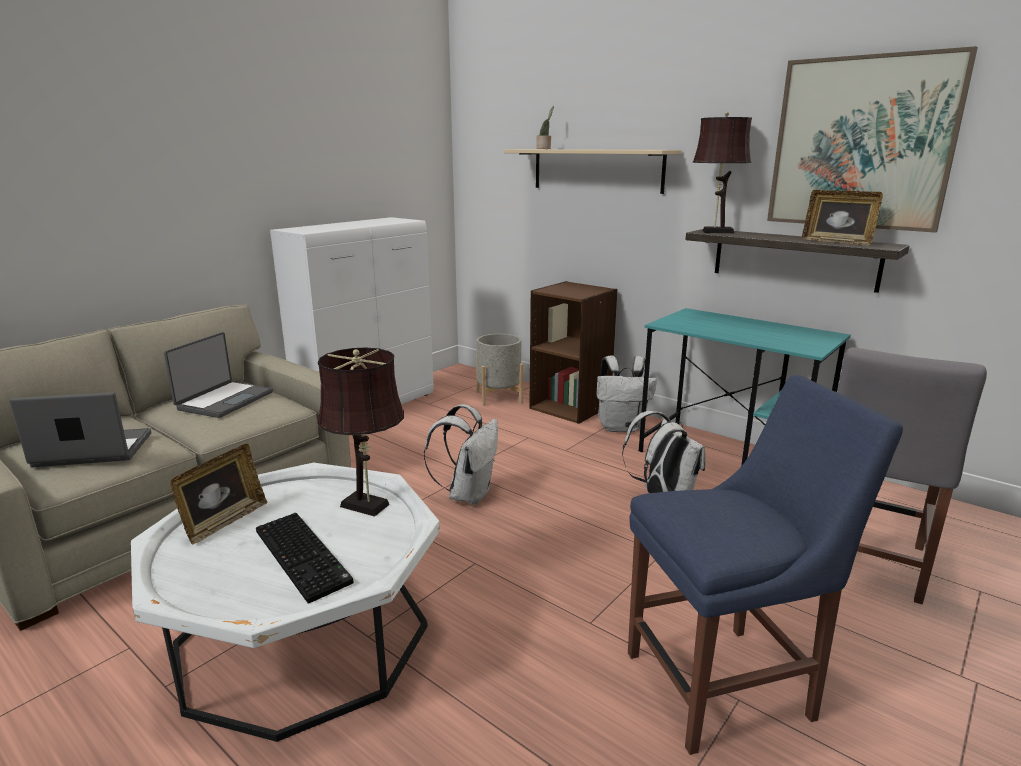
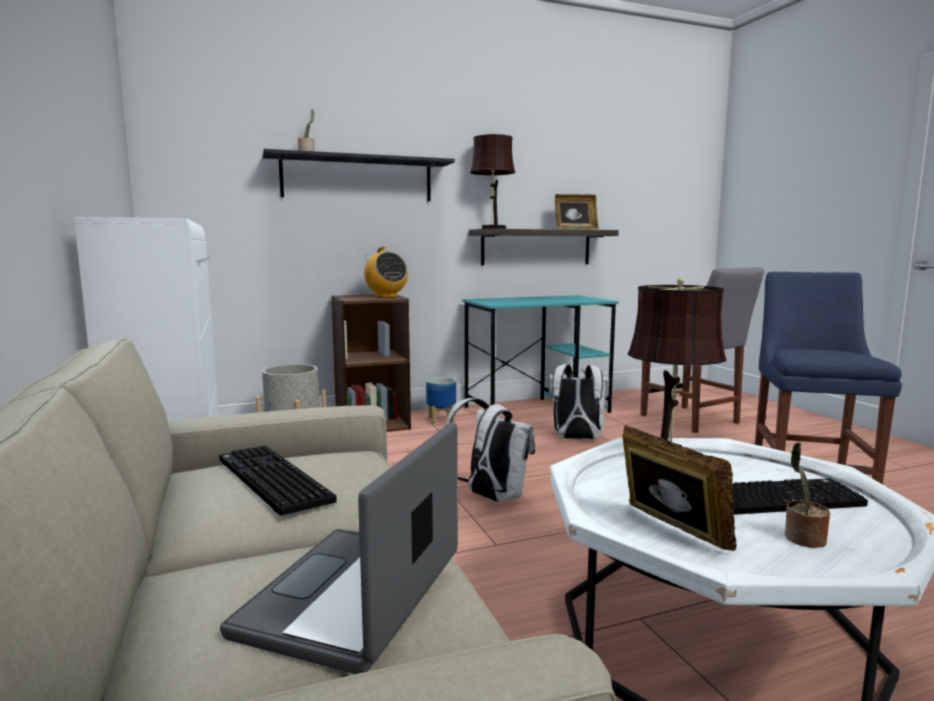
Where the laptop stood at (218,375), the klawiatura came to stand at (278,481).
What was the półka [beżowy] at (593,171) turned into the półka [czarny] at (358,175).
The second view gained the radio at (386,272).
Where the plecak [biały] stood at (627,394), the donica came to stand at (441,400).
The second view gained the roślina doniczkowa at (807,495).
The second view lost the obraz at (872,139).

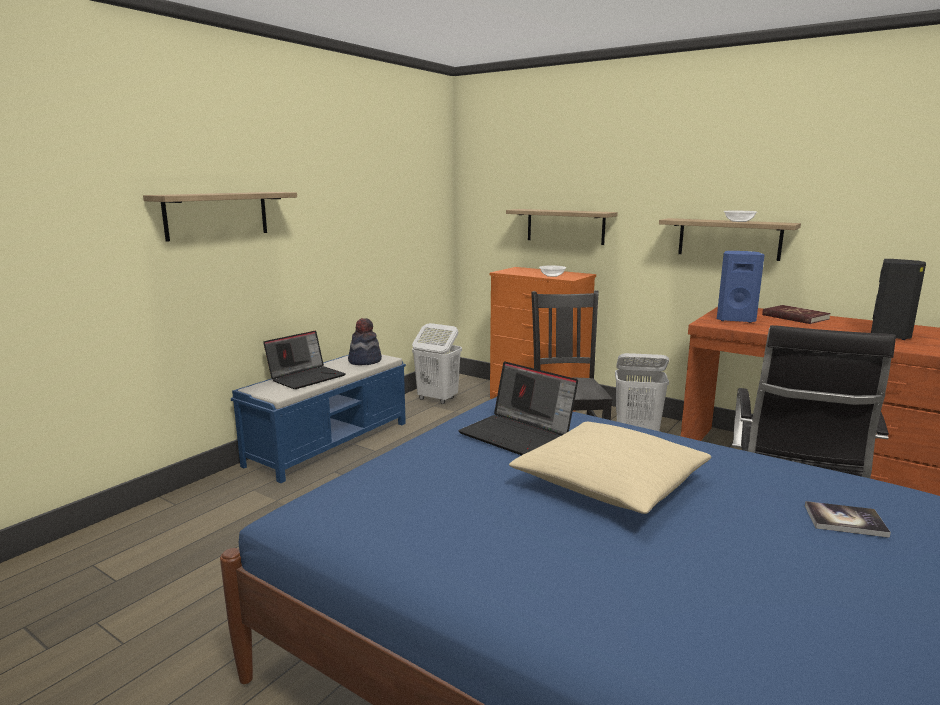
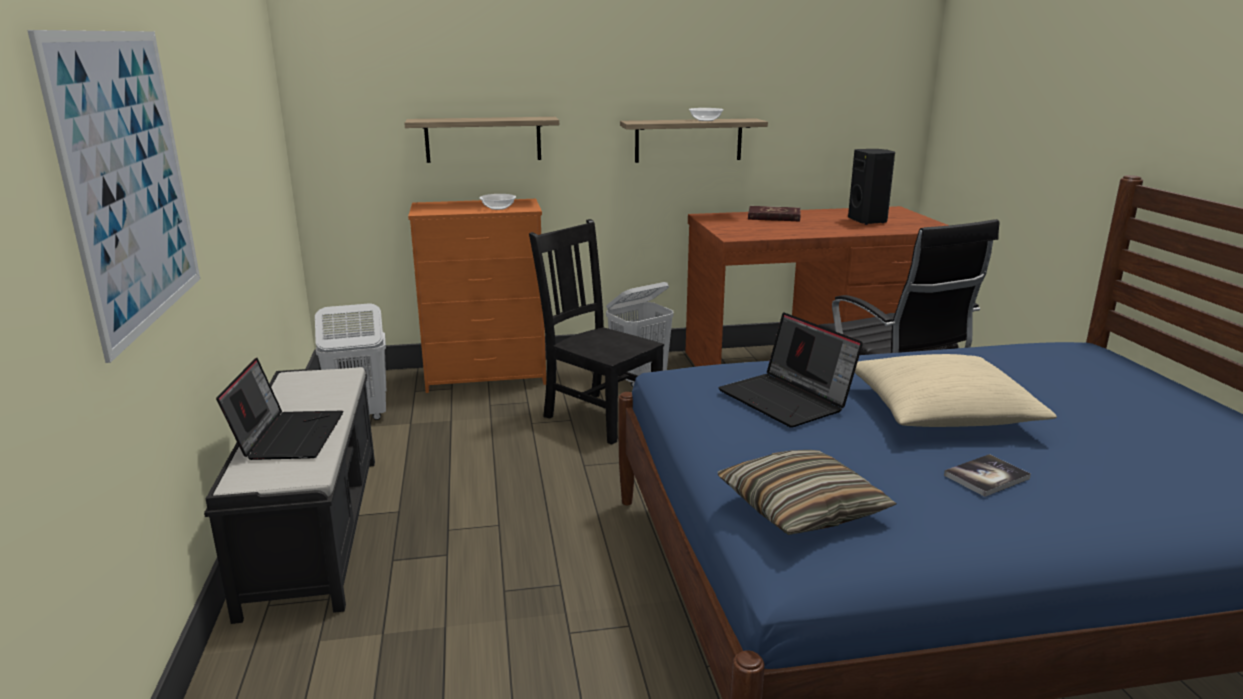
Where the półka hung at (220,217), the obraz came to hang at (113,196).
What was the ławka [niebieski] at (318,418) turned into the ławka [czarny] at (289,495).
The laptop at (518,408) ended up facing another way, 60 degrees clockwise from before.
The second view gained the poduszka at (807,492).
The książka ended up elsewhere, having gone from (848,519) to (987,475).
The second view lost the kapelusz at (365,341).
The second view lost the głośnik [niebieski] at (741,287).

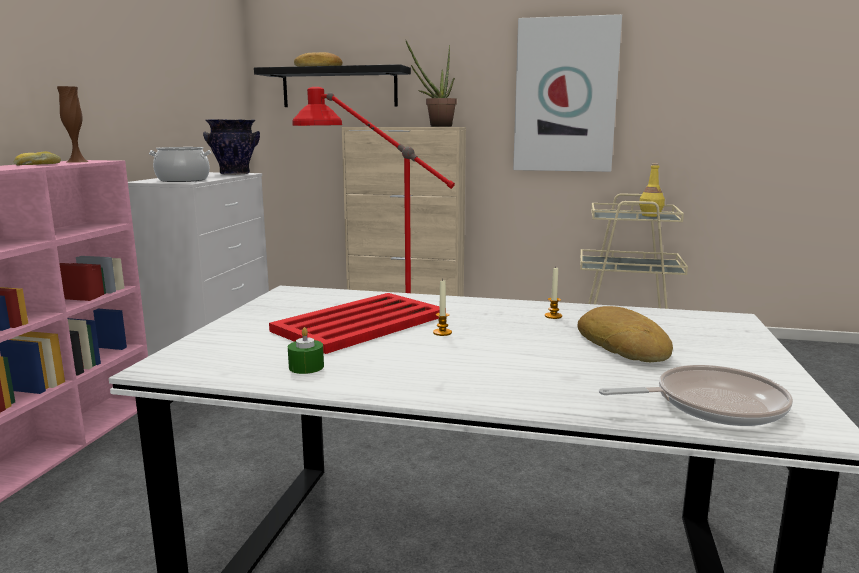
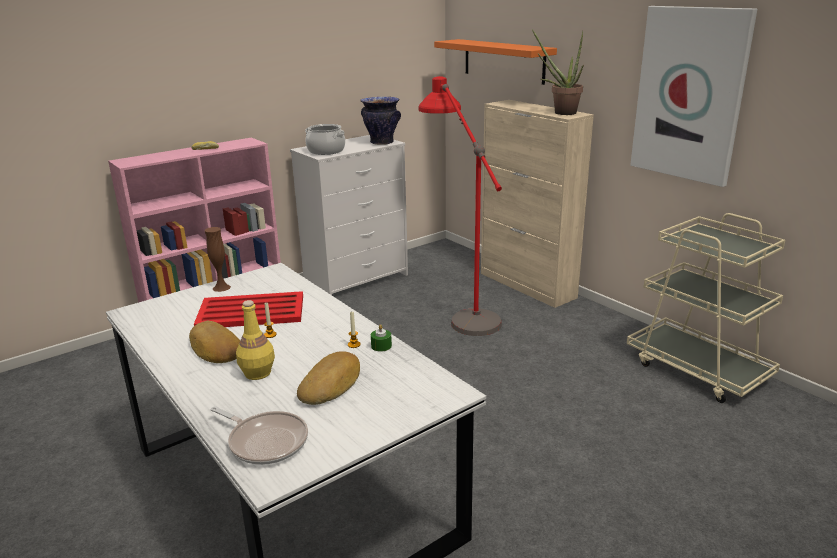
The chleb ended up elsewhere, having gone from (318,59) to (214,342).
The wazon [brązowy] ended up elsewhere, having gone from (73,124) to (218,259).
The butelka [żółty] ended up elsewhere, having gone from (652,190) to (255,340).
The świeca [zielony] ended up elsewhere, having gone from (306,350) to (381,338).
What was the półka [czarny] at (332,85) turned into the półka [pomarańczowy] at (495,62).

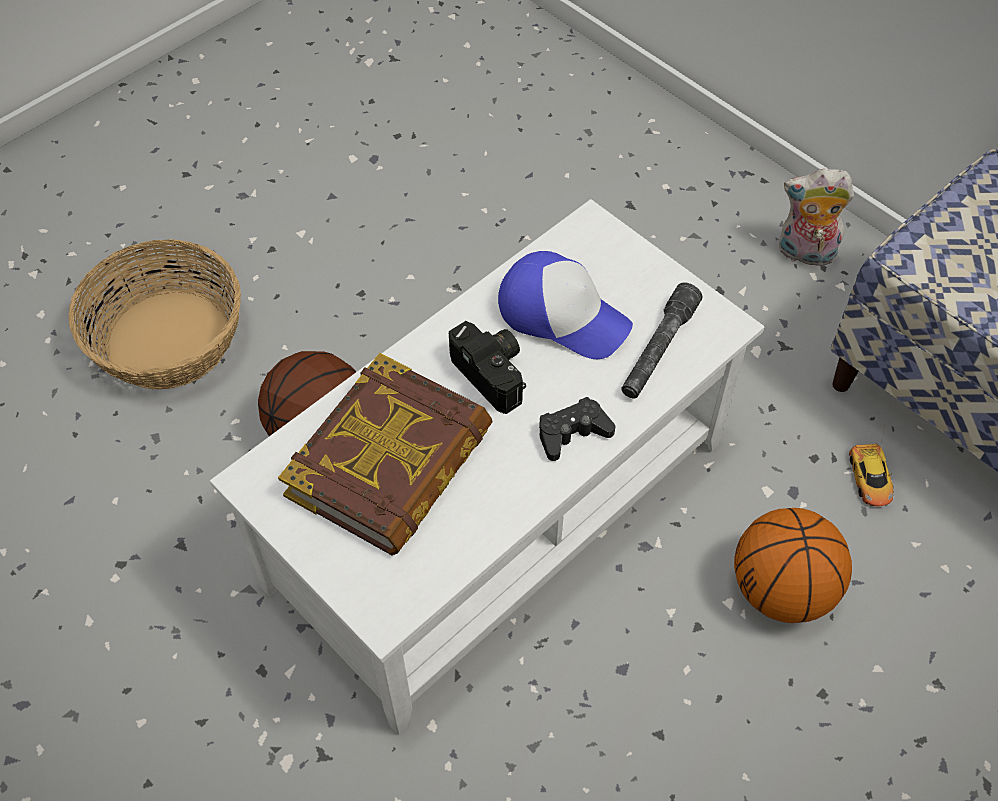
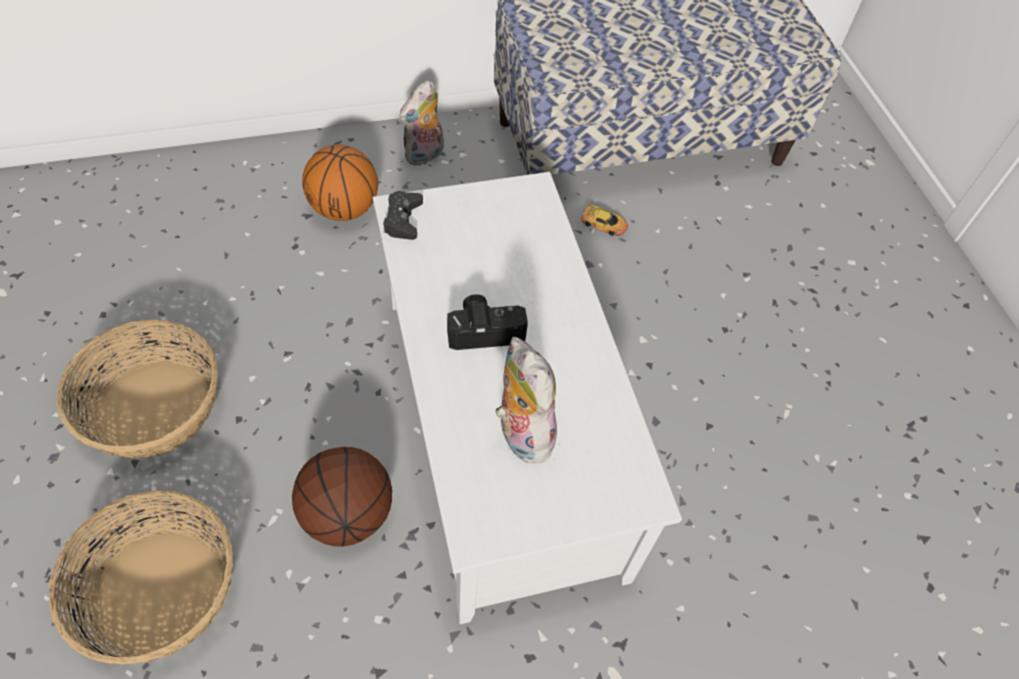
The second view gained the koszyk at (137,389).
The piłka do koszykówki ended up elsewhere, having gone from (793,565) to (340,182).
The pad do gier [czarny] ended up elsewhere, having gone from (577,429) to (403,215).
Where the książka stood at (385,454), the pluszak came to stand at (526,400).
The second view lost the czapka z daszkiem at (565,305).
The second view lost the latarka [szary] at (661,340).

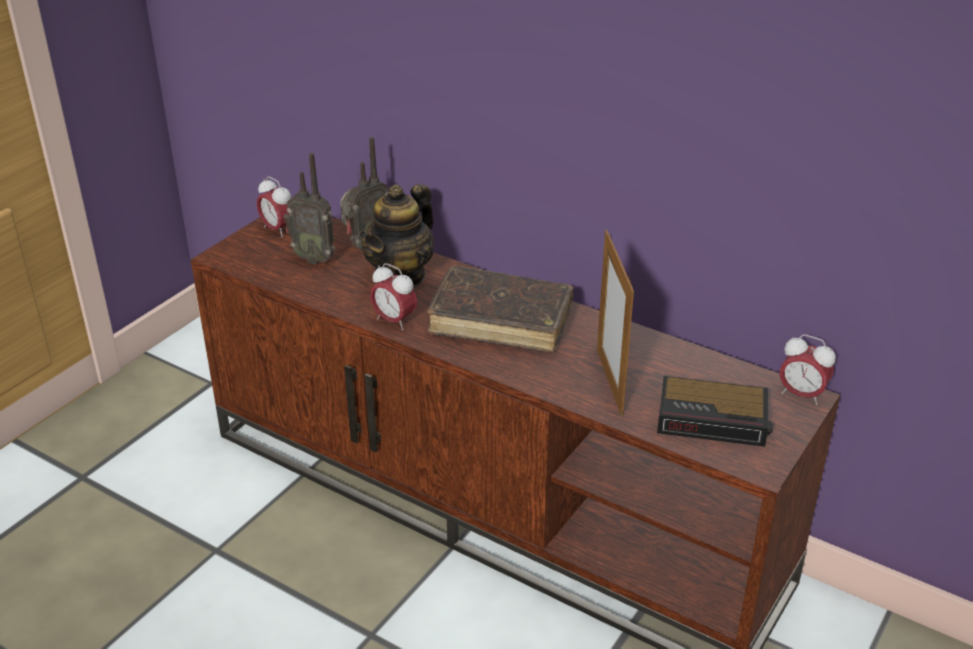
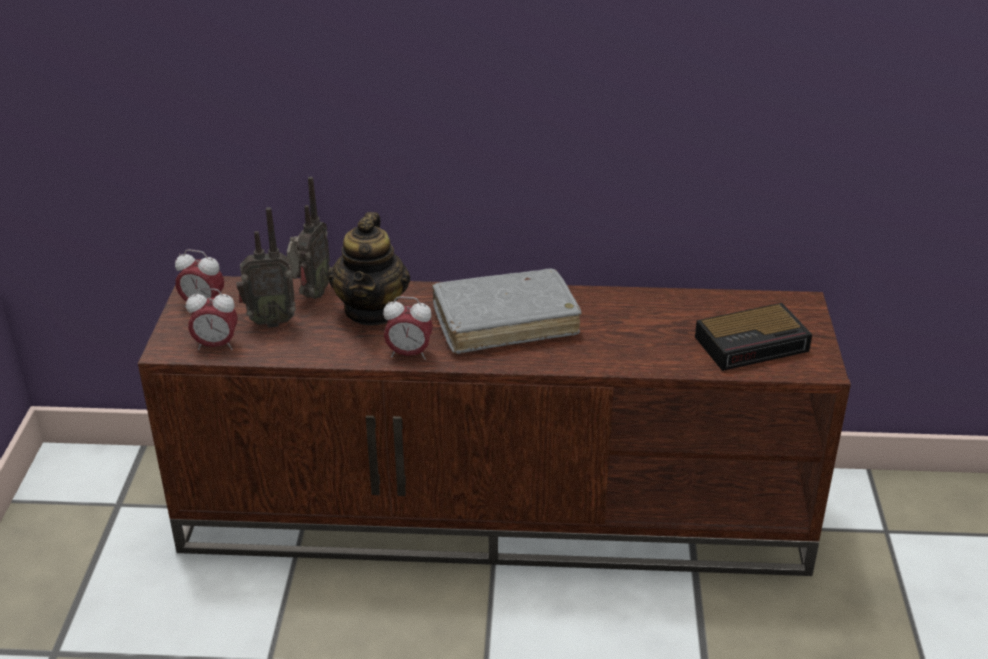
The budzik ended up elsewhere, having gone from (808,369) to (212,319).
What was the książka [brązowy] at (500,309) turned into the książka [szary] at (507,311).
The second view lost the ramka na zdjęcie at (615,323).

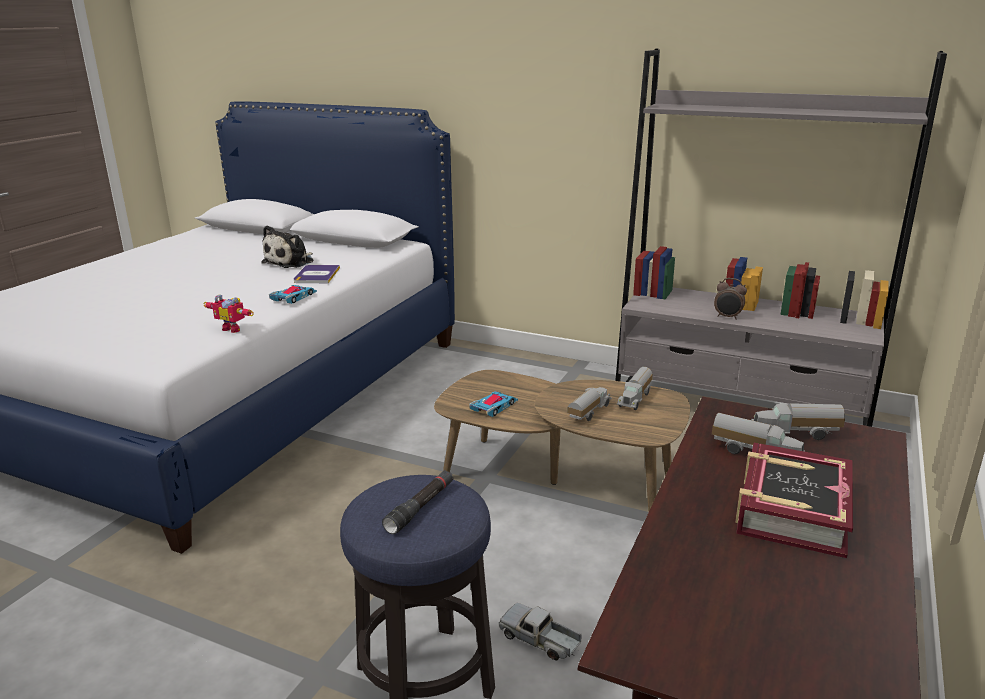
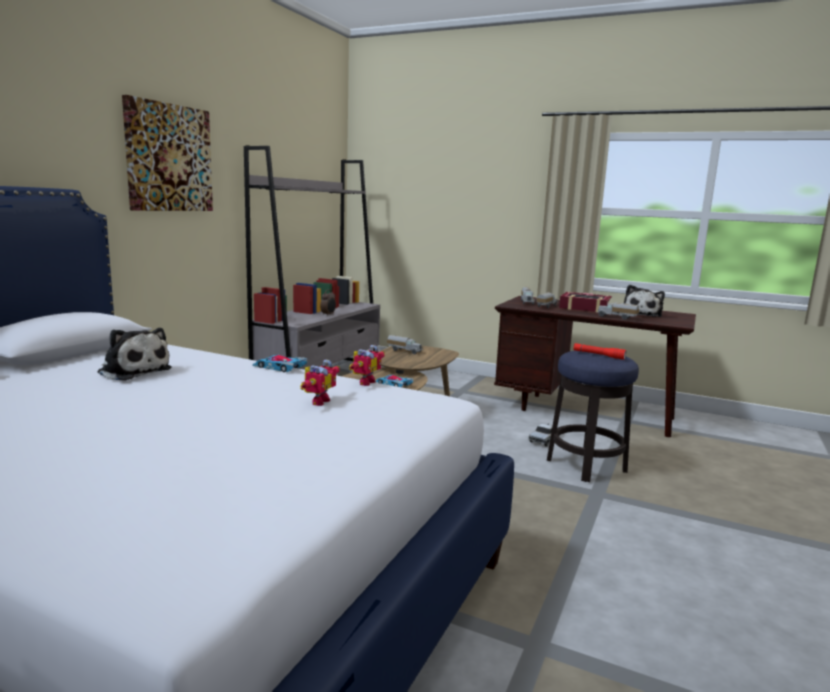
The second view gained the obraz at (167,153).
The second view gained the robot zabawkowy at (320,383).
What was the latarka [czarny] at (417,502) turned into the latarka [czerwony] at (599,351).
The ciężarówka zabawkowa ended up elsewhere, having gone from (589,404) to (618,311).
The second view gained the pluszak at (644,301).
The second view lost the książka at (317,274).

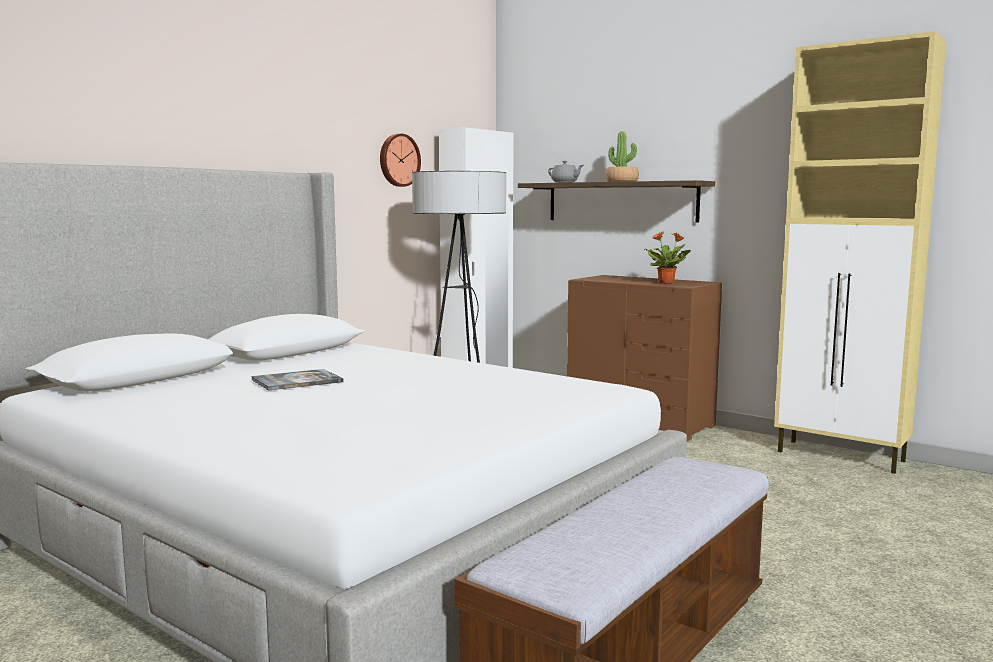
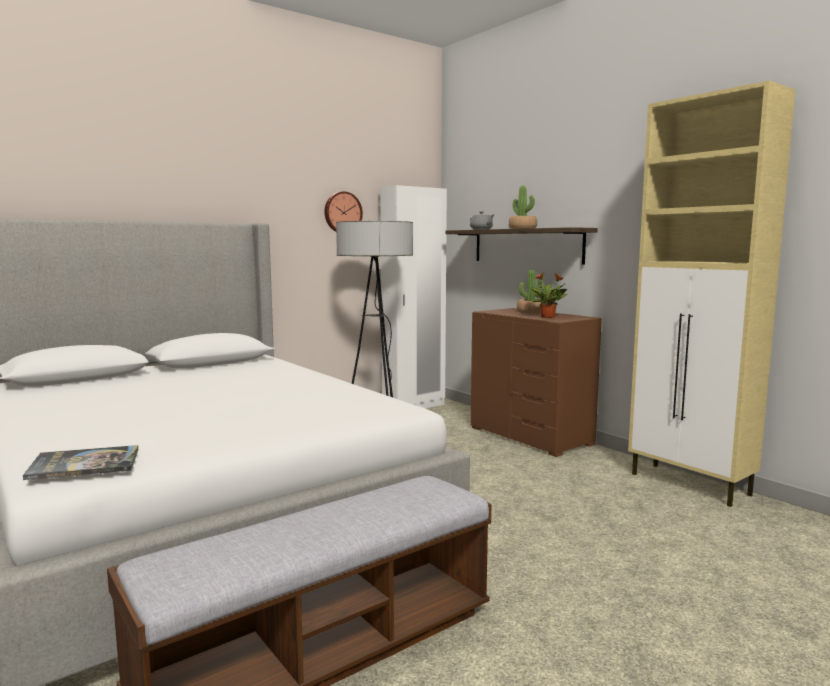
The książka ended up elsewhere, having gone from (297,380) to (80,462).
The second view gained the roślina doniczkowa at (530,291).

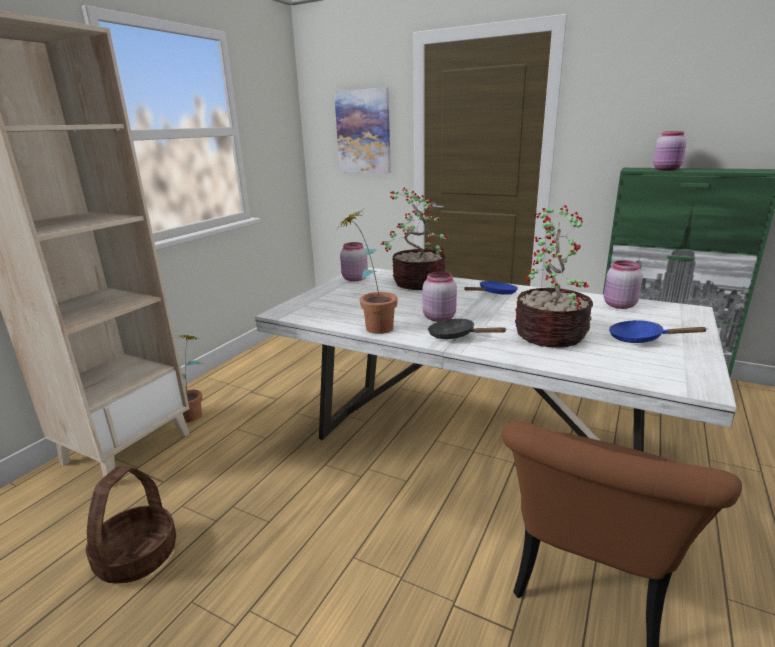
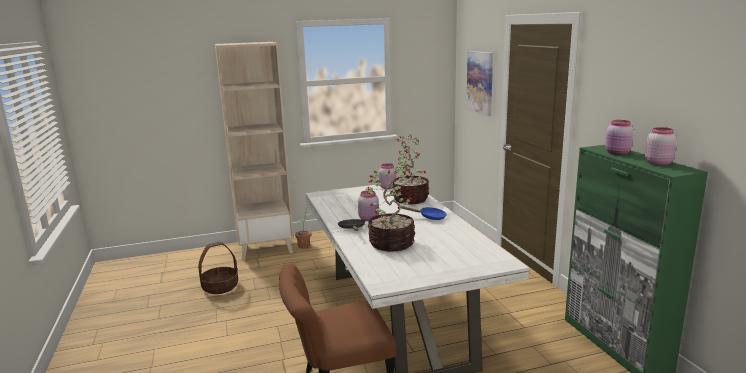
The słoik [różowy] ended up elsewhere, having gone from (623,285) to (661,146).
The second view lost the roślina doniczkowa at (368,272).
The second view lost the patelnia [niebieski] at (658,331).

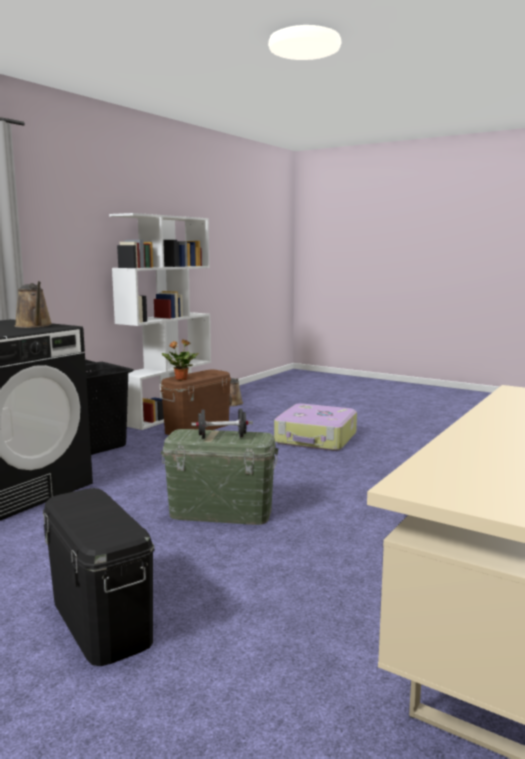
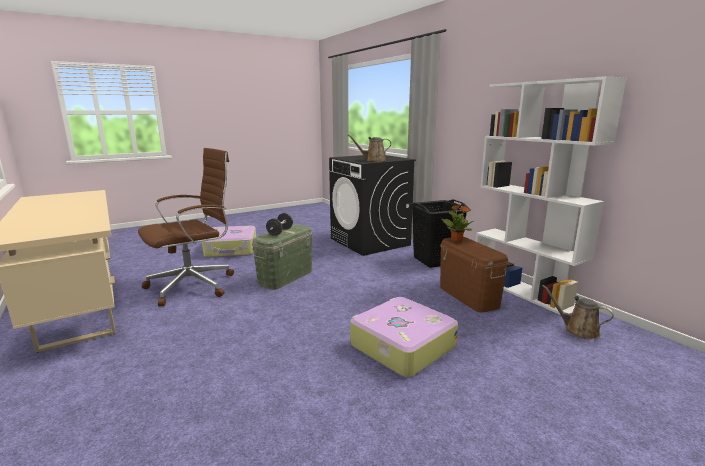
The second view gained the krzesło biurowe [brązowy] at (186,227).
Where the pojemnik do przechowywania [czarny] stood at (98,577), the walizka came to stand at (229,242).

